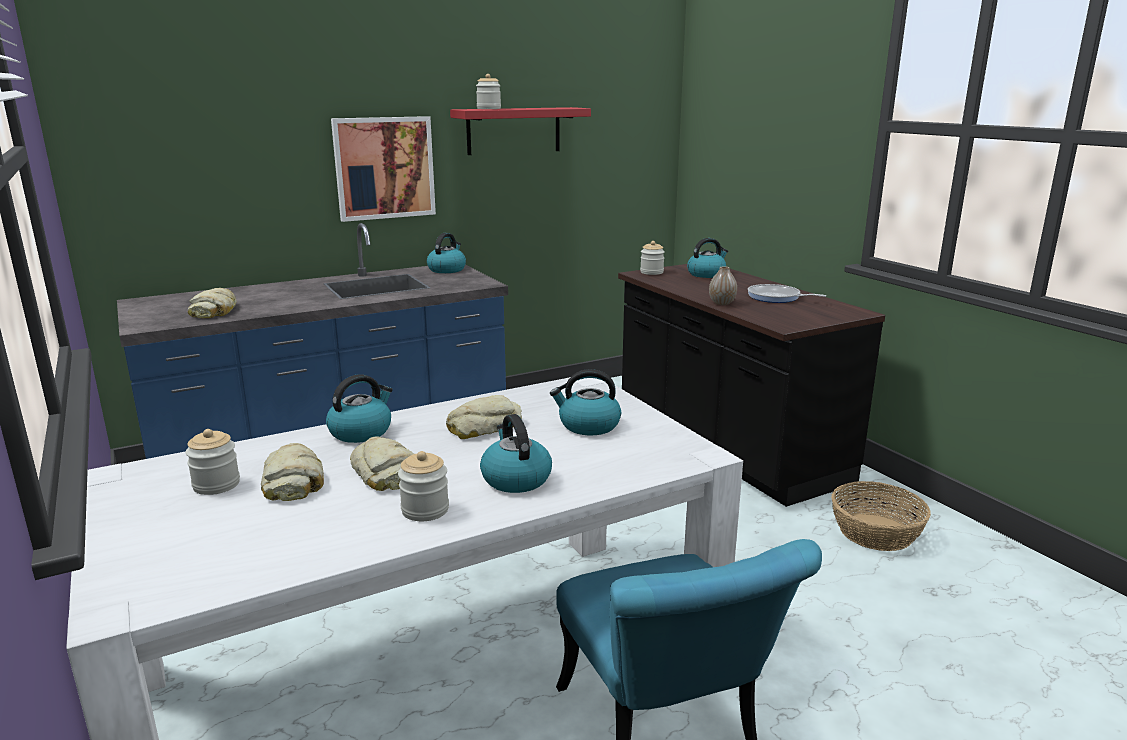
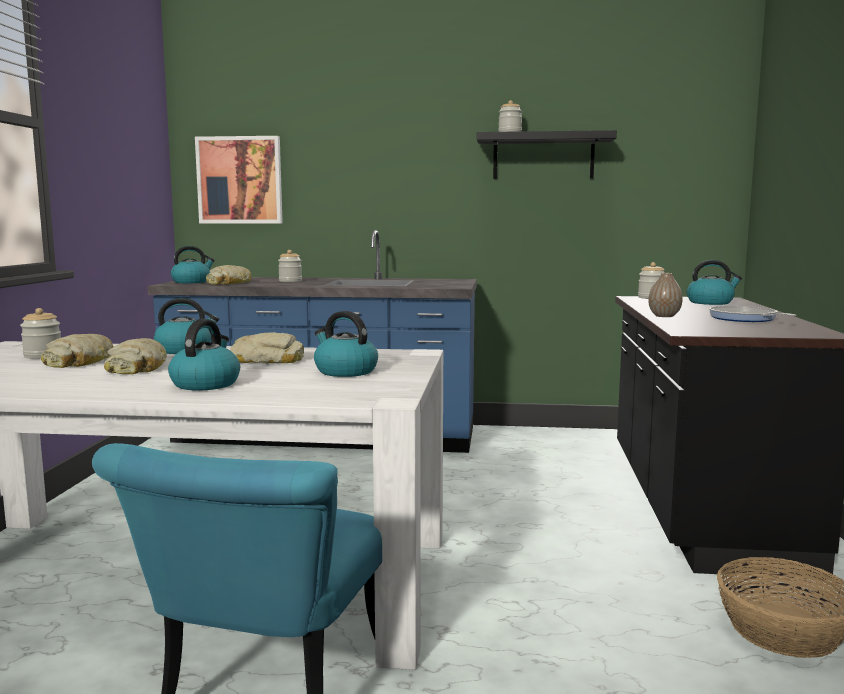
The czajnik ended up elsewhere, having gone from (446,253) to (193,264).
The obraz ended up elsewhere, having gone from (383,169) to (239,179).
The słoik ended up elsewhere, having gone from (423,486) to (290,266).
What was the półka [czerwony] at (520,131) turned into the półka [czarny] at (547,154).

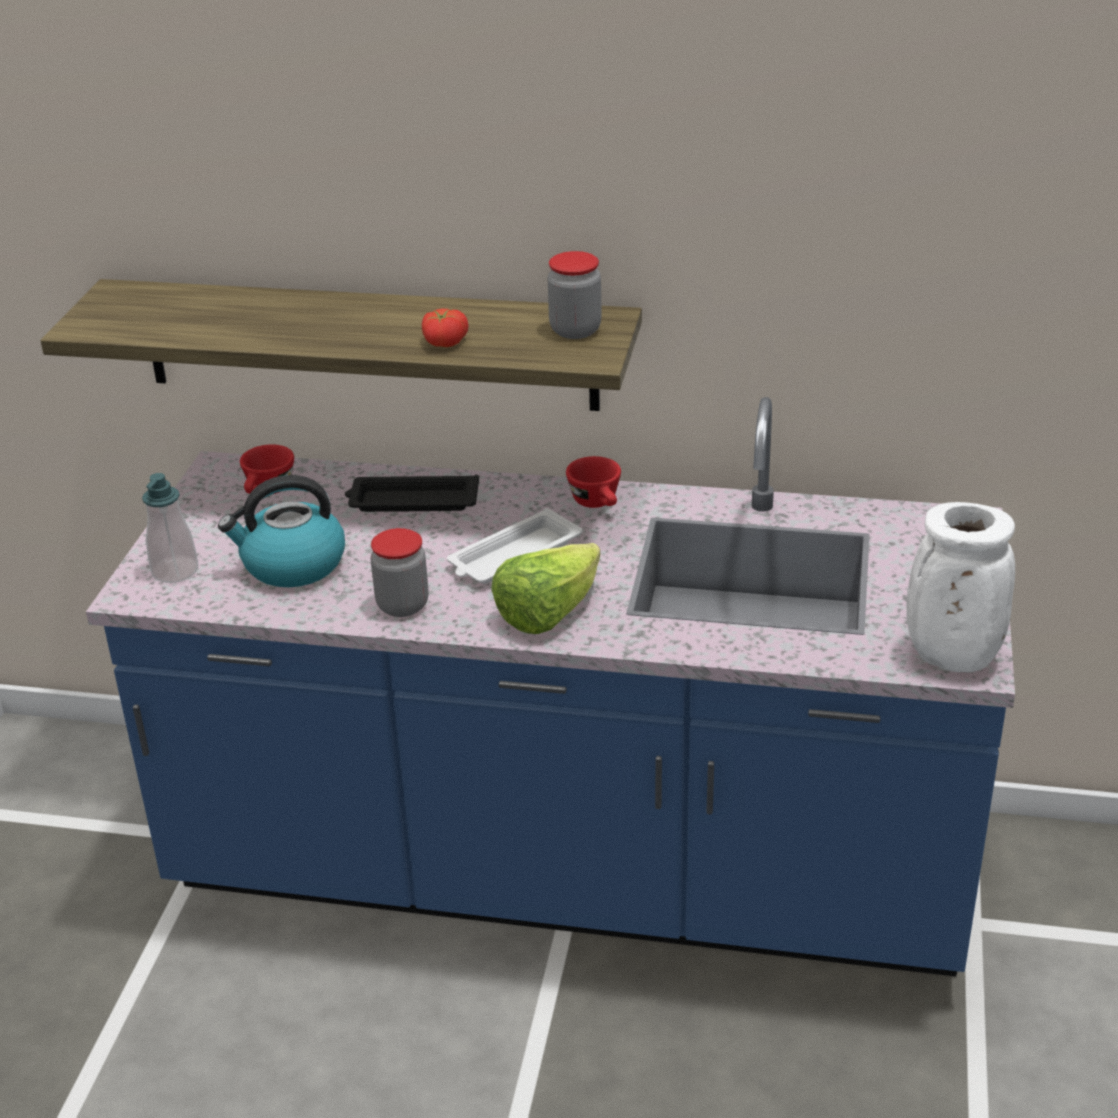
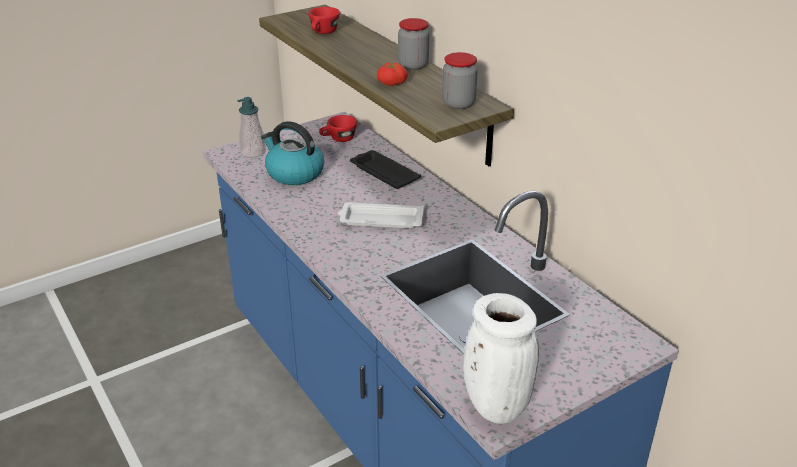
The filiżanka [czerwony] ended up elsewhere, having gone from (593,482) to (324,20).
The słoik ended up elsewhere, having gone from (399,572) to (413,44).
The second view lost the sałata at (545,588).

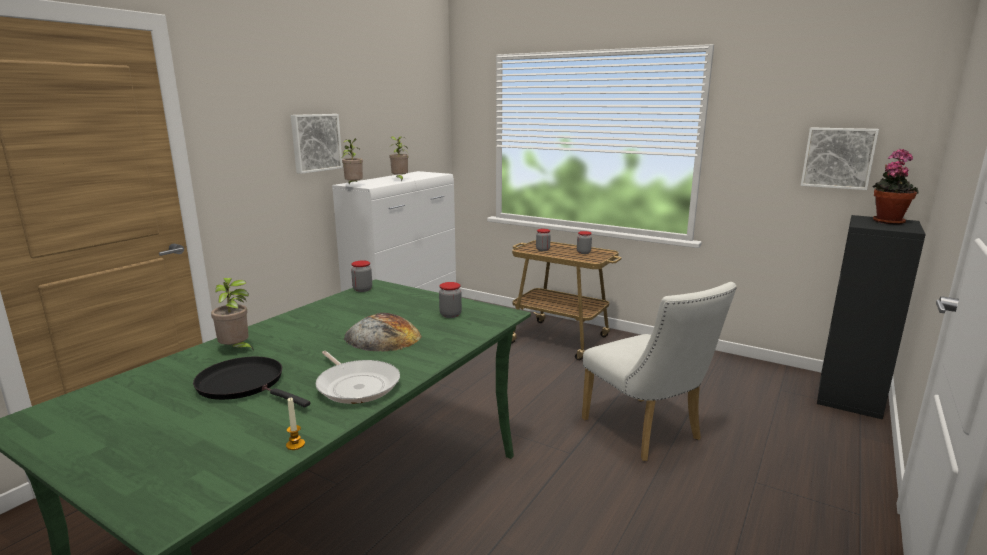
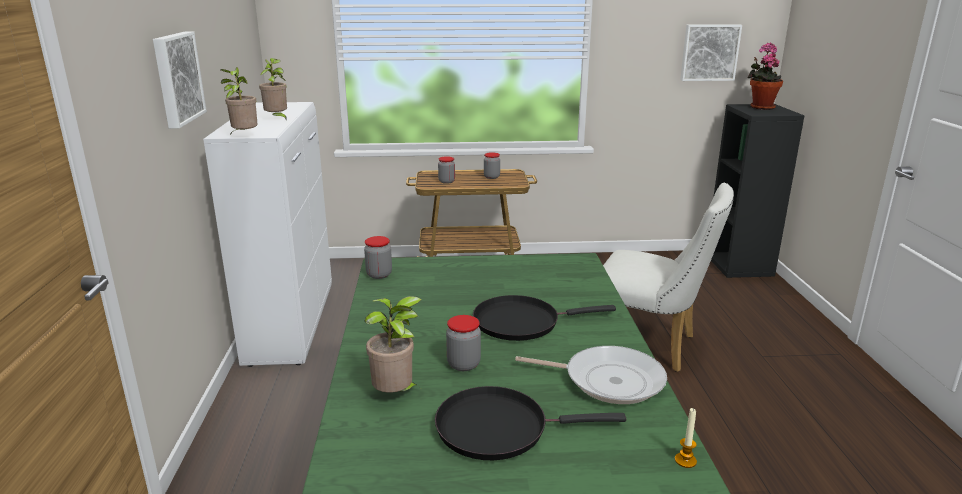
The słoik ended up elsewhere, having gone from (450,300) to (463,343).
Where the chleb stood at (383,332), the patelnia [czarny] came to stand at (544,318).

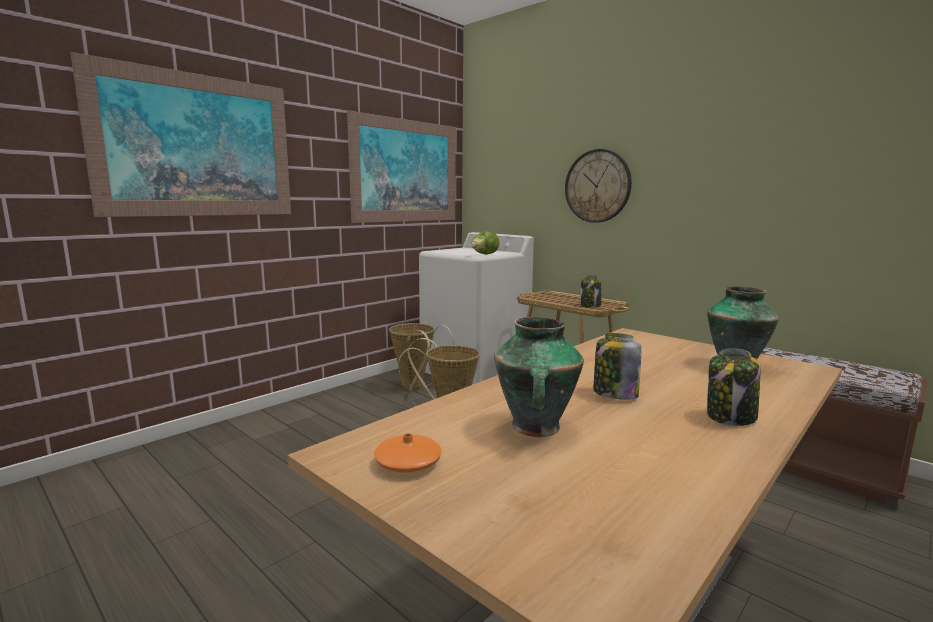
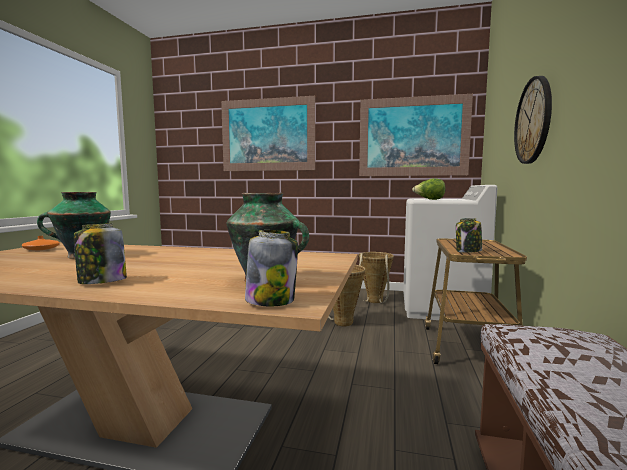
The słoik ended up elsewhere, having gone from (617,366) to (271,268).

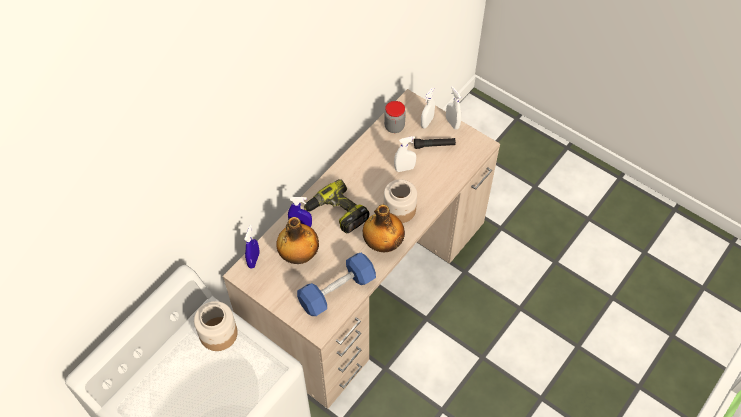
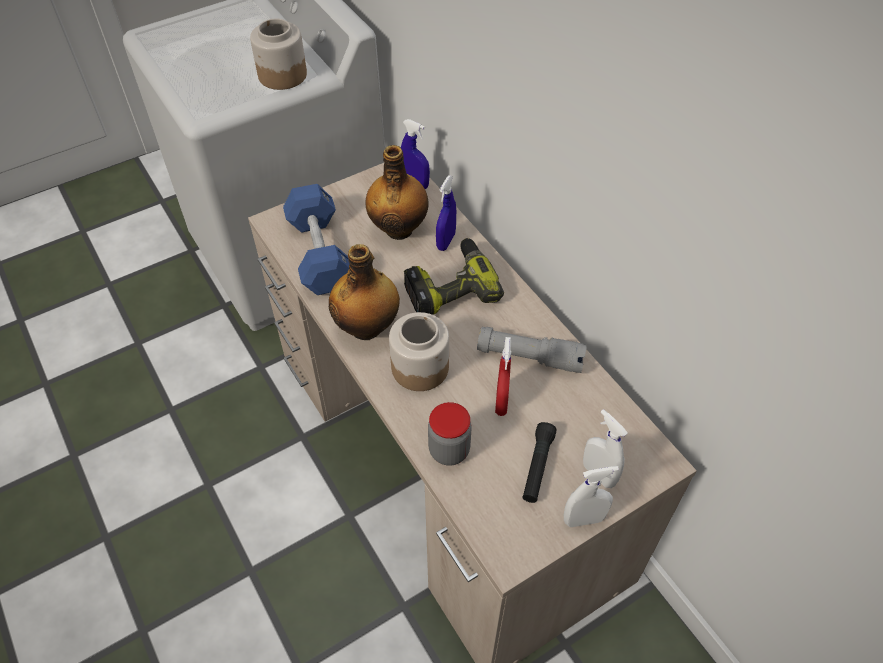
The słoik ended up elsewhere, having gone from (395,117) to (449,434).
The second view gained the latarka [szary] at (532,350).
What was the spryskiwacz [biały] at (405,154) turned into the spryskiwacz [czerwony] at (503,376).

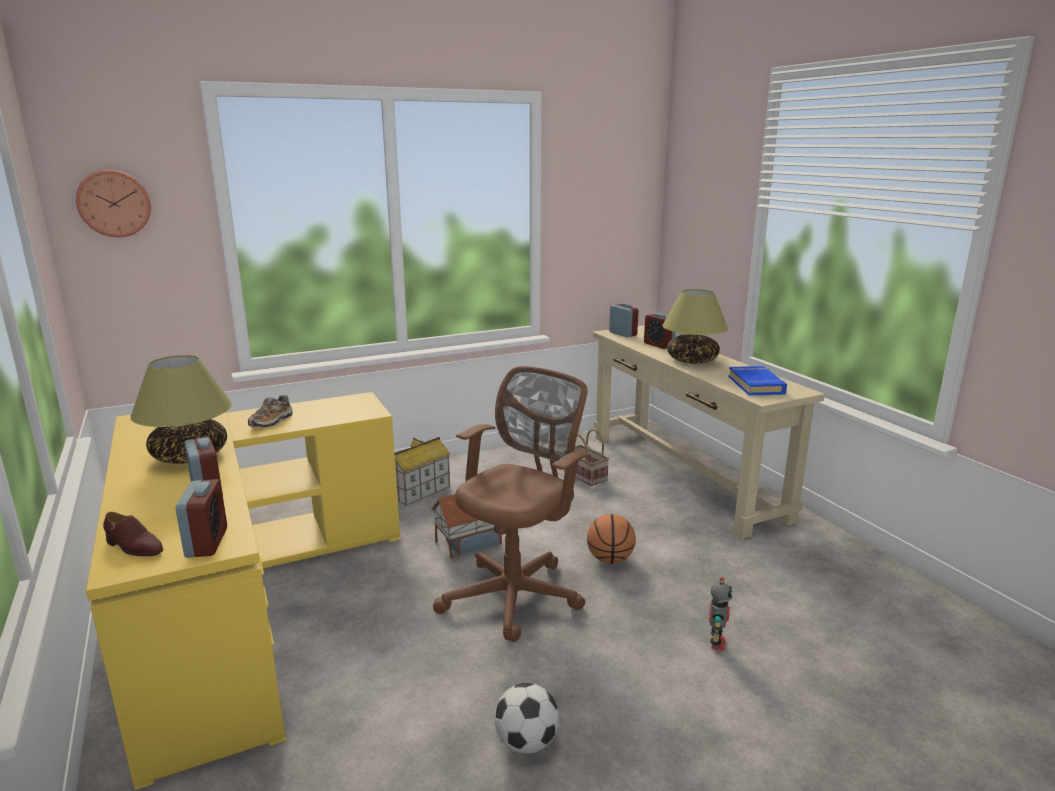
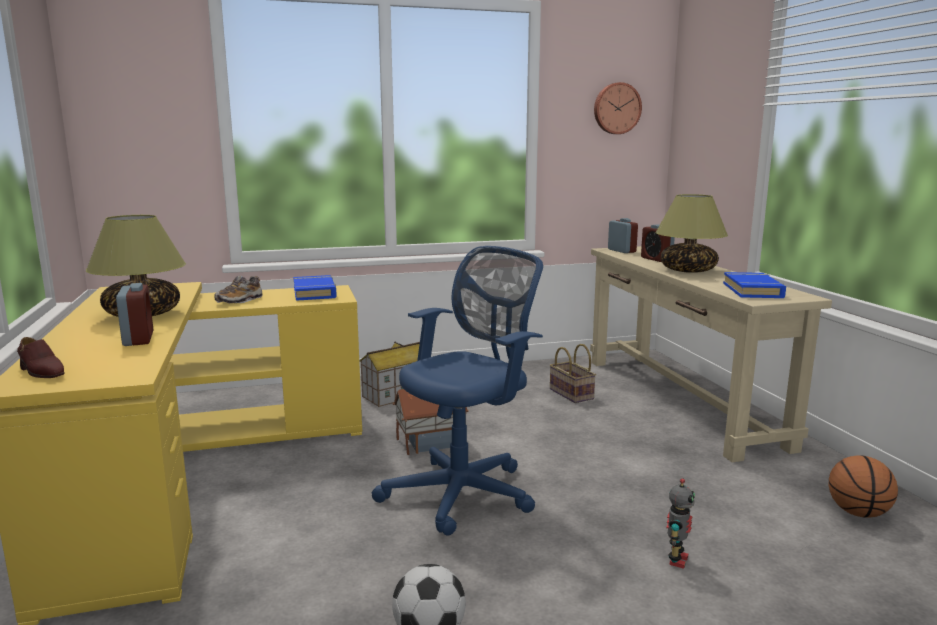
The second view gained the książka [niebieski] at (315,288).
What was the krzesło biurowe [brązowy] at (512,504) turned into the krzesło biurowe [niebieski] at (457,391).
The zegar ścienny ended up elsewhere, having gone from (113,203) to (618,108).
The piłka do koszykówki ended up elsewhere, having gone from (611,539) to (863,487).
The second view lost the budzik at (201,518).

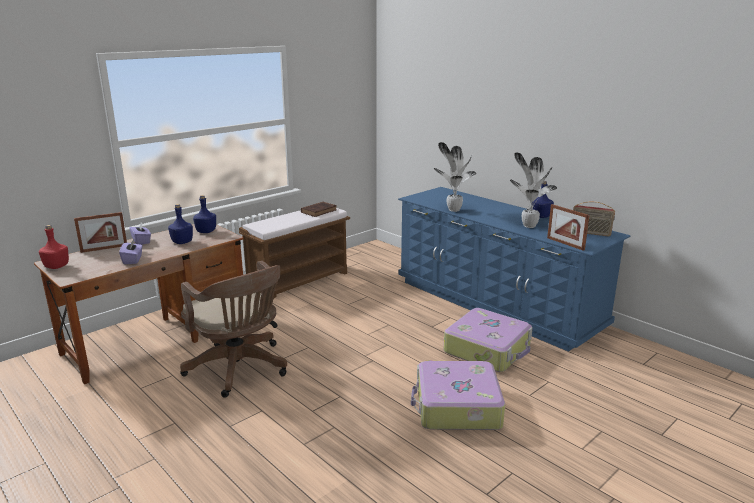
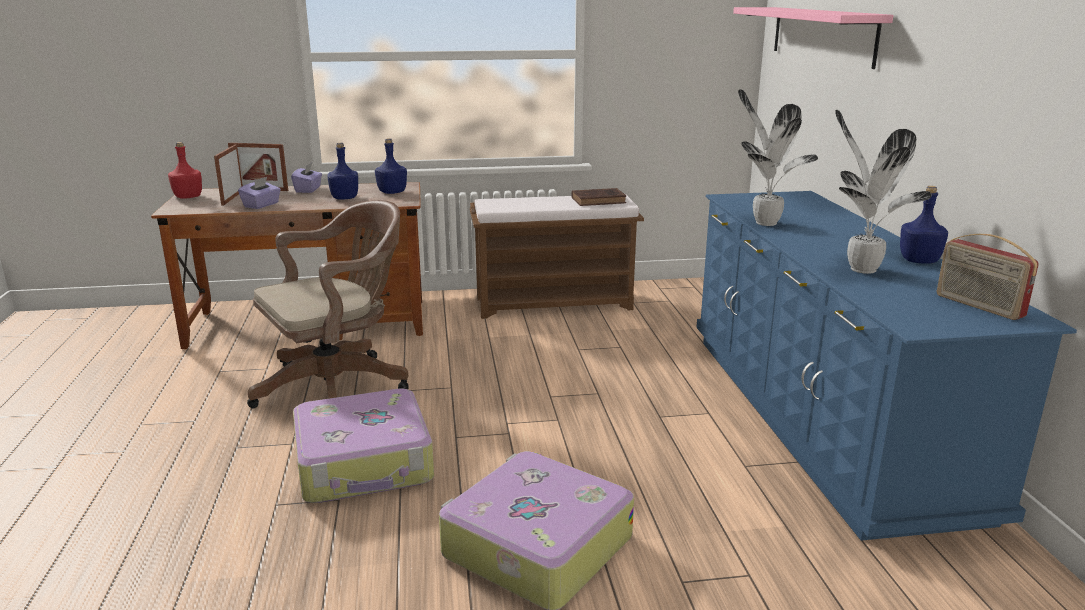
The ramka na zdjęcie ended up elsewhere, having gone from (568,227) to (228,175).
The krzesło biurowe [brązowy] at (233,329) ended up facing another way, 120 degrees counterclockwise from before.
The walizka ended up elsewhere, having gone from (488,340) to (363,445).
The second view gained the półka [różowy] at (813,38).

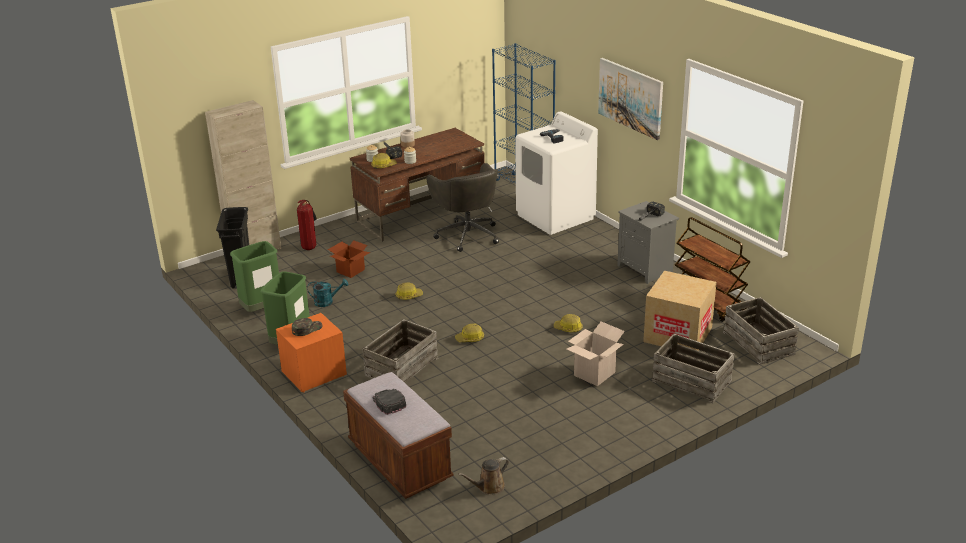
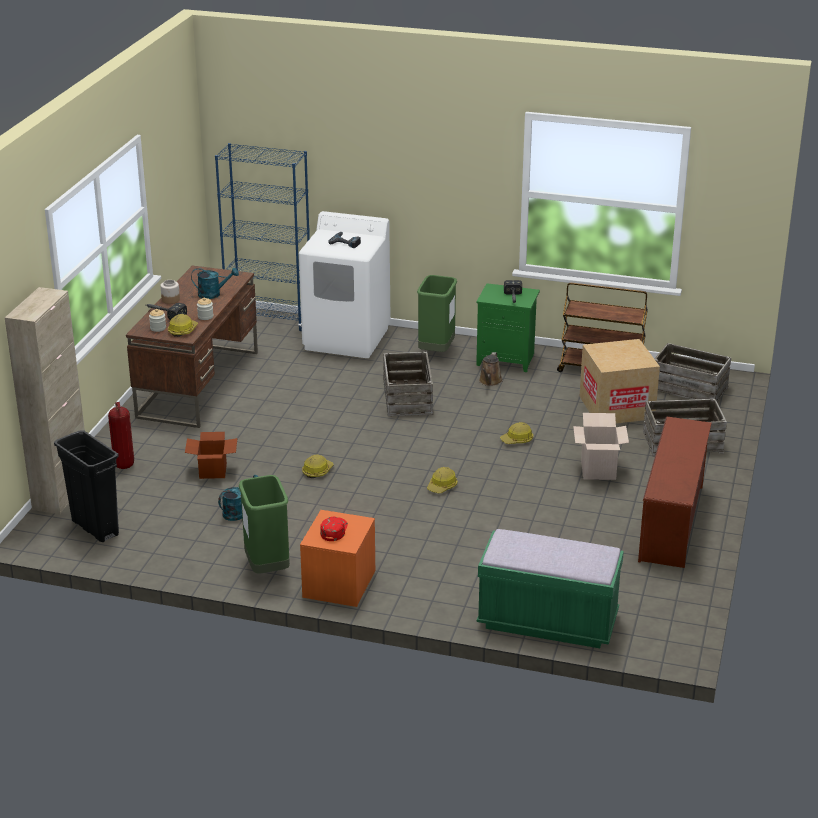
The second view gained the konewka [turkusowy] at (215,283).
What was the czapka z daszkiem [zielony] at (307,327) turned into the czapka z daszkiem [czerwony] at (334,529).
The skrzynka ended up elsewhere, having gone from (400,351) to (408,384).
The kosz na śmieci [zielony] ended up elsewhere, having gone from (254,276) to (437,313).
What was the szafka nocna [szary] at (648,242) turned into the szafka nocna [zielony] at (508,327).
What was the ławka [brązowy] at (398,435) turned into the ławka [zielony] at (550,588).
The konewka [brązowy] ended up elsewhere, having gone from (483,475) to (491,369).
The second view gained the regał na buty [brązowy] at (675,492).
The second view lost the czapka z daszkiem [czarny] at (389,402).
The second view lost the krzesło biurowe [szary] at (462,207).
The second view lost the obraz at (630,99).

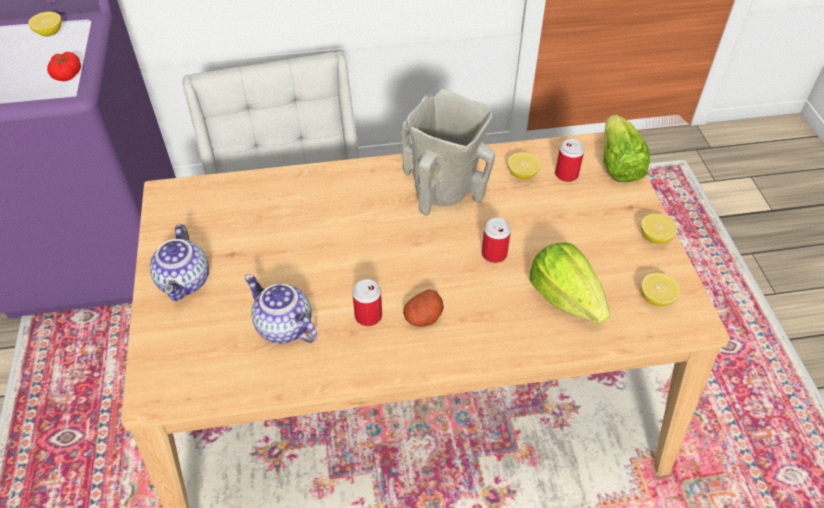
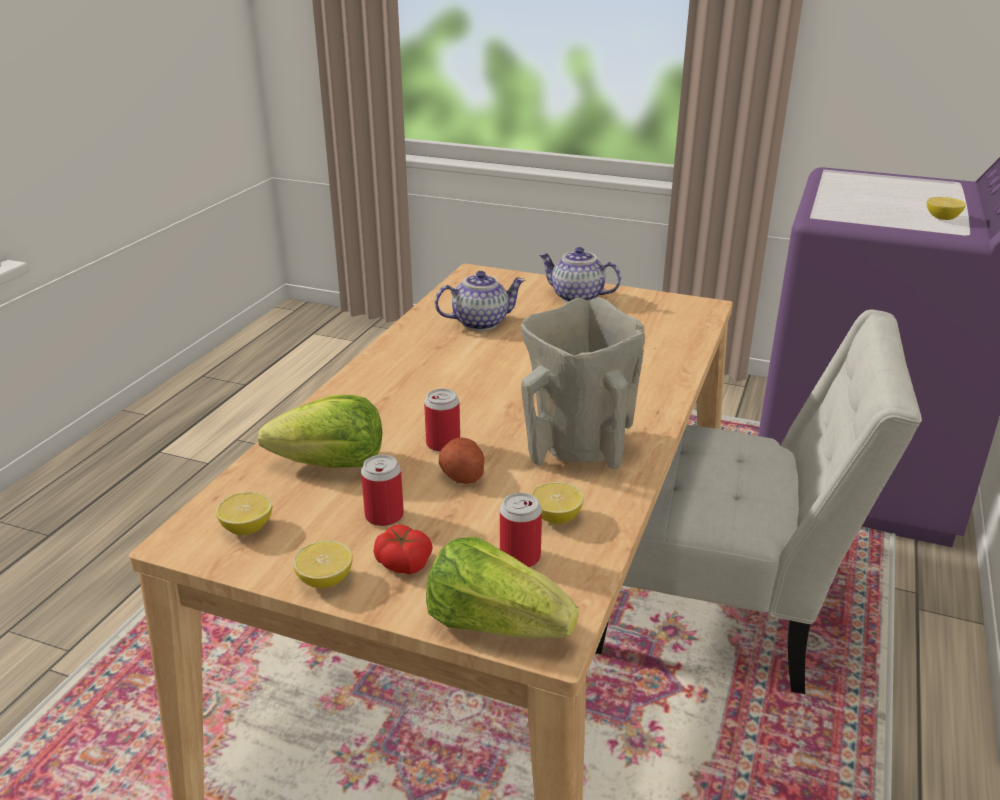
The puszka ended up elsewhere, having gone from (367,302) to (382,490).
The pomidor ended up elsewhere, having gone from (64,66) to (403,549).
The ziemniak ended up elsewhere, having gone from (423,308) to (461,460).

